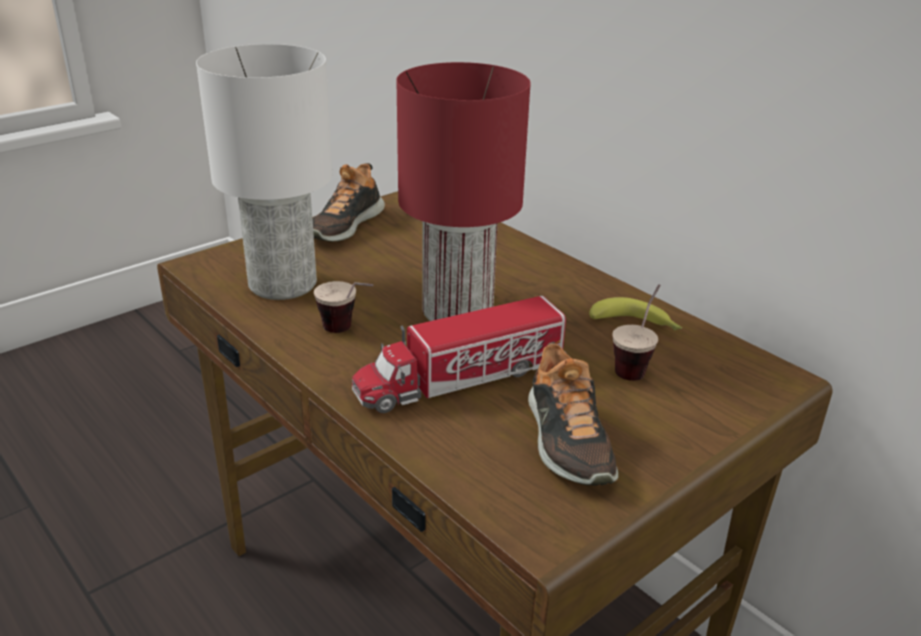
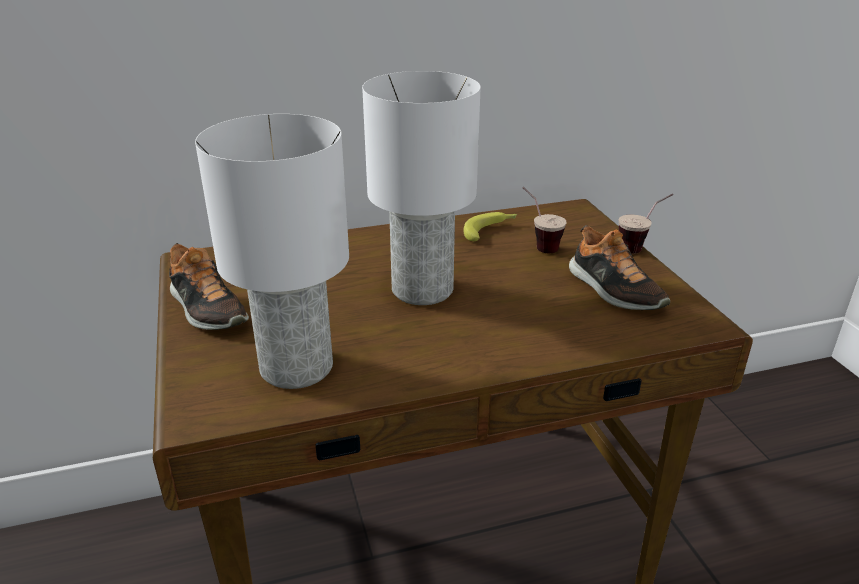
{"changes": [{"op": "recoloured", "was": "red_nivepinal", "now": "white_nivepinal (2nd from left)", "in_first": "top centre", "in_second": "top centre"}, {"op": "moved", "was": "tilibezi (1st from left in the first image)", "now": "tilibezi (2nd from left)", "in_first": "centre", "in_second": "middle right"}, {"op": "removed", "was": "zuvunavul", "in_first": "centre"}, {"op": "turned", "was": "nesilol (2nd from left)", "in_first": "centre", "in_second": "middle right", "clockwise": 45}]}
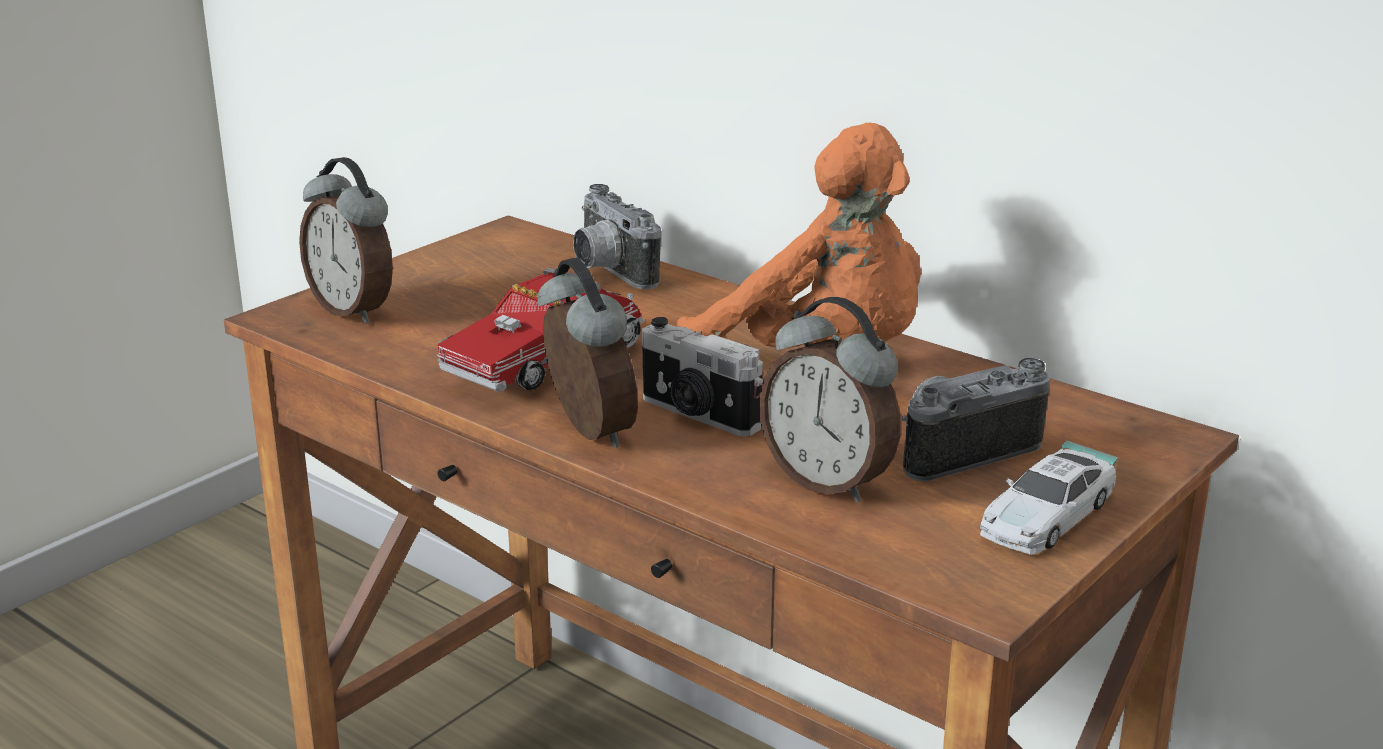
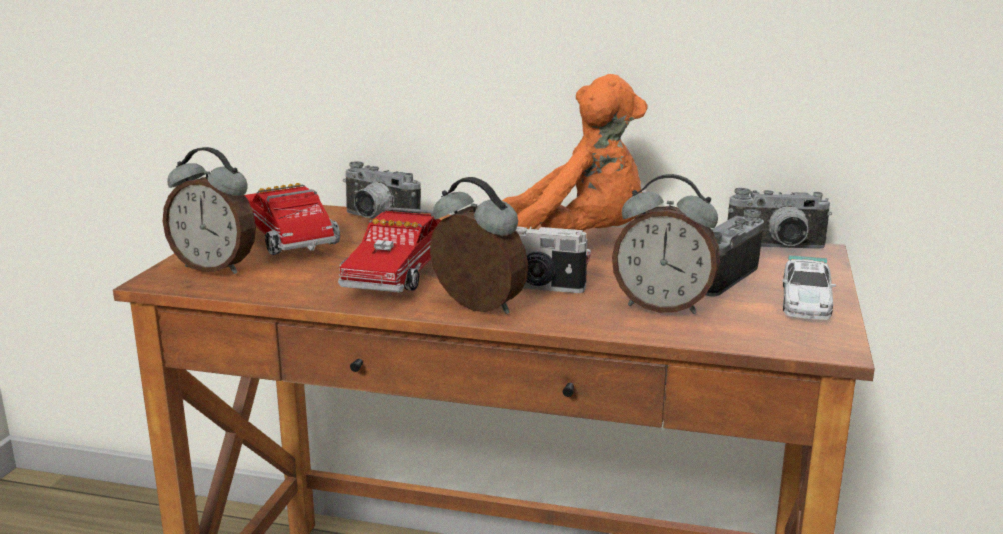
{"changes": [{"op": "added", "now": "zuvunavul (1st from left)", "in_second": "middle left"}, {"op": "added", "now": "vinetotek (4th from left)", "in_second": "middle right"}]}
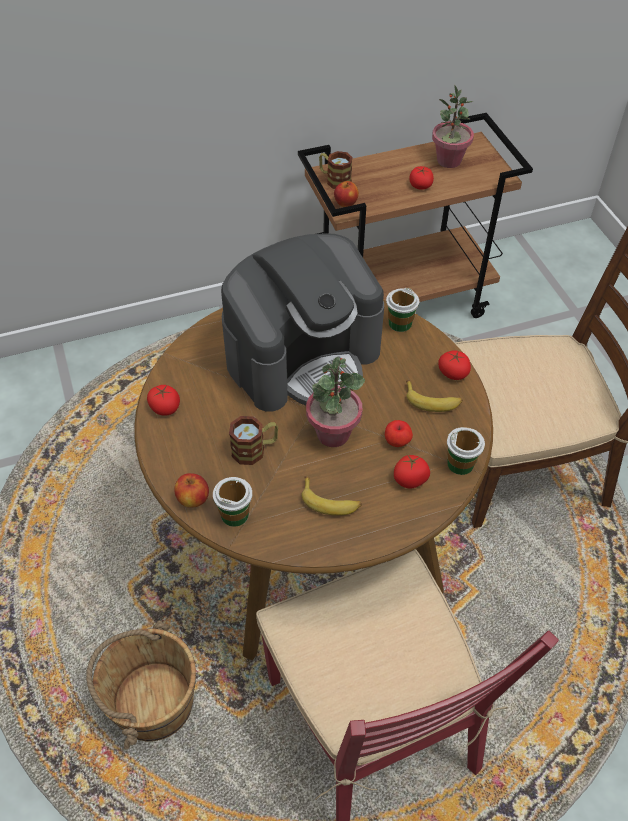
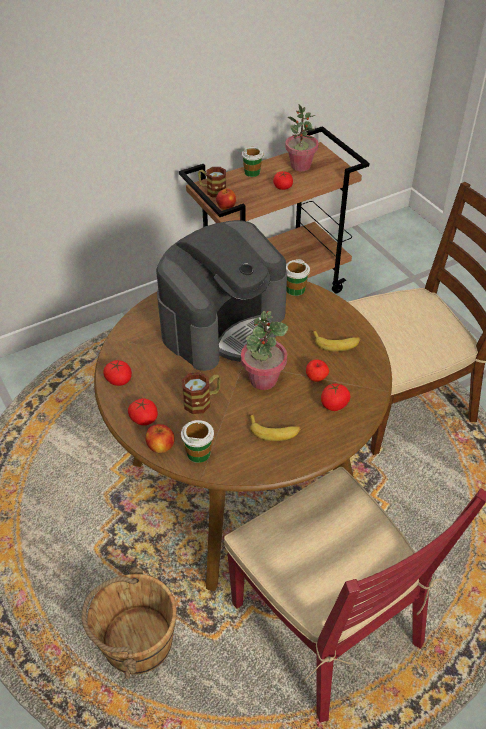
{"changes": [{"op": "moved", "was": "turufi (4th from left in the first image)", "now": "turufi (2nd from left)", "in_first": "middle right", "in_second": "middle left"}, {"op": "moved", "was": "tilibezi (3rd from left in the first image)", "now": "tilibezi (2nd from left)", "in_first": "middle right", "in_second": "top centre"}]}
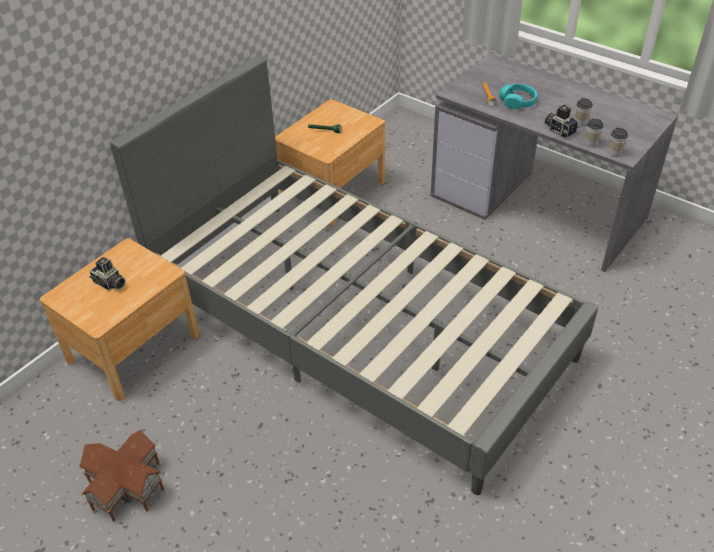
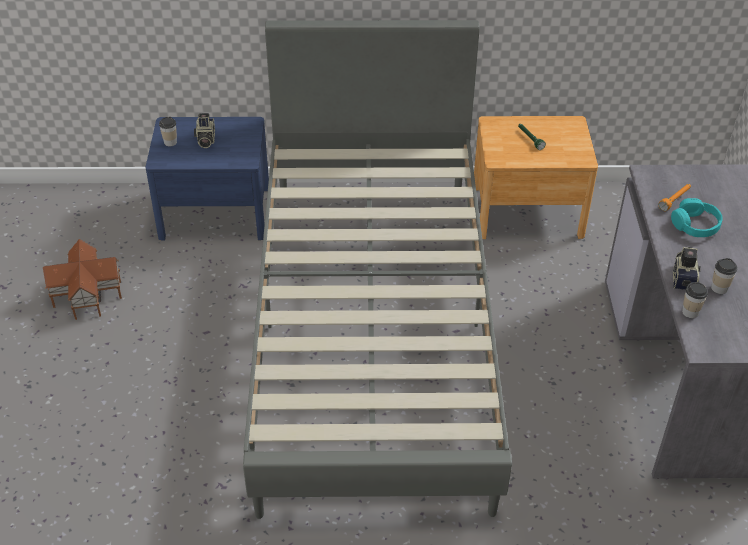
{"changes": [{"op": "moved", "was": "tilibezi (3rd from left in the first image)", "now": "tilibezi (1st from left)", "in_first": "top right", "in_second": "top left"}, {"op": "recoloured", "was": "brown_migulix (1st from left)", "now": "blue_migulix", "in_first": "middle left", "in_second": "top left"}]}
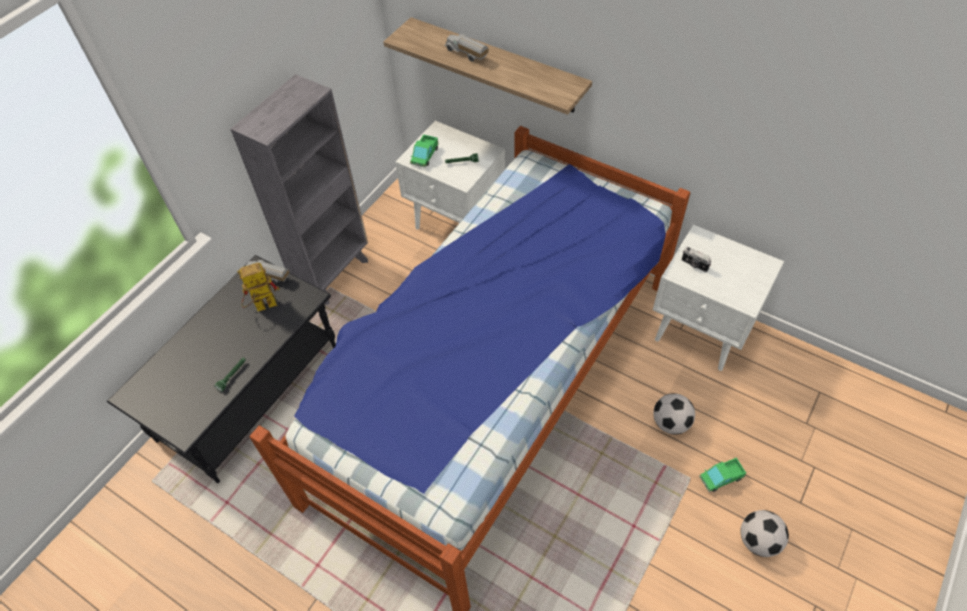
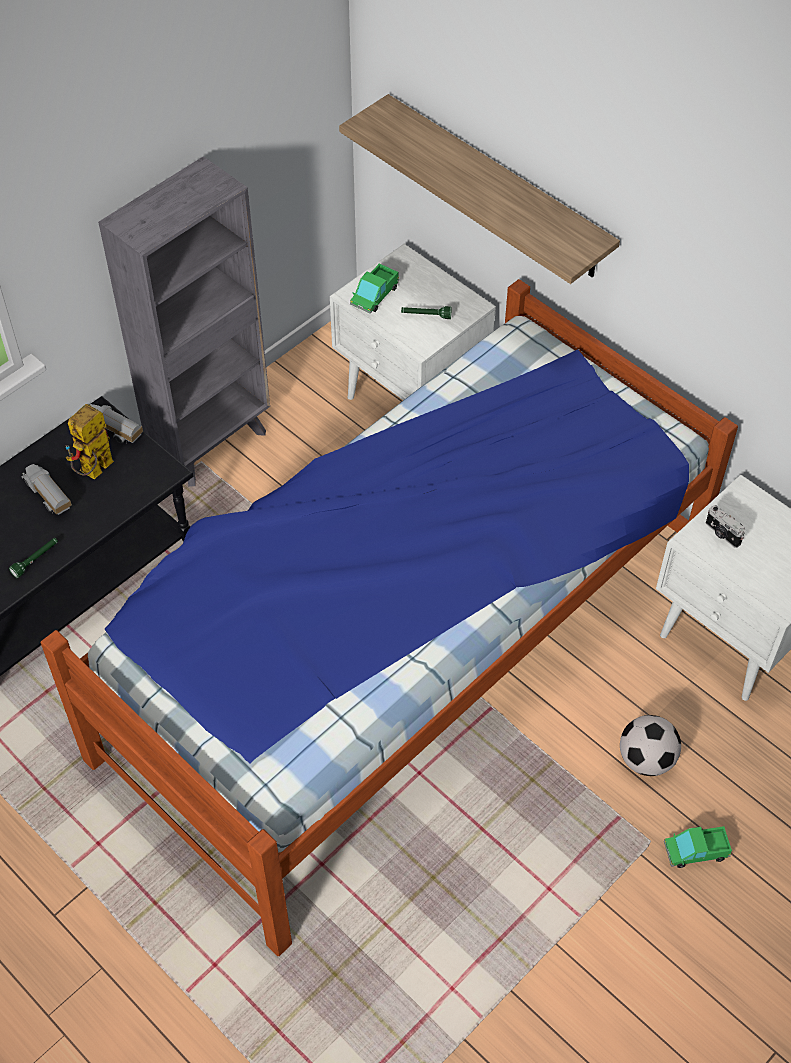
{"changes": [{"op": "moved", "was": "zuvunavul (3rd from left in the first image)", "now": "zuvunavul (1st from left)", "in_first": "top centre", "in_second": "middle left"}, {"op": "turned", "was": "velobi", "in_first": "middle left", "in_second": "middle left", "clockwise": -45}, {"op": "removed", "was": "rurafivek (2nd from left)", "in_first": "bottom right"}]}
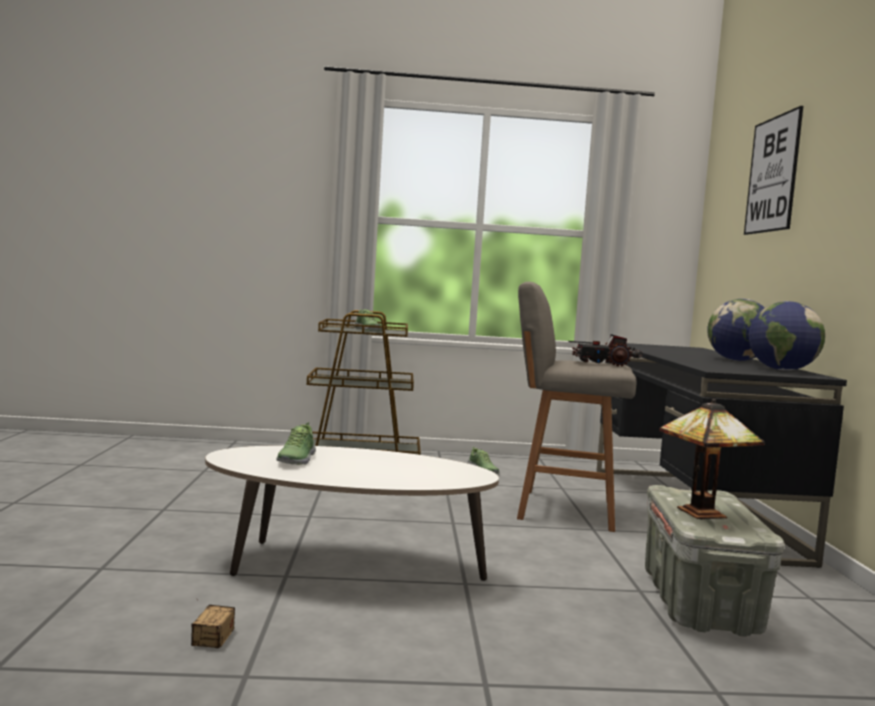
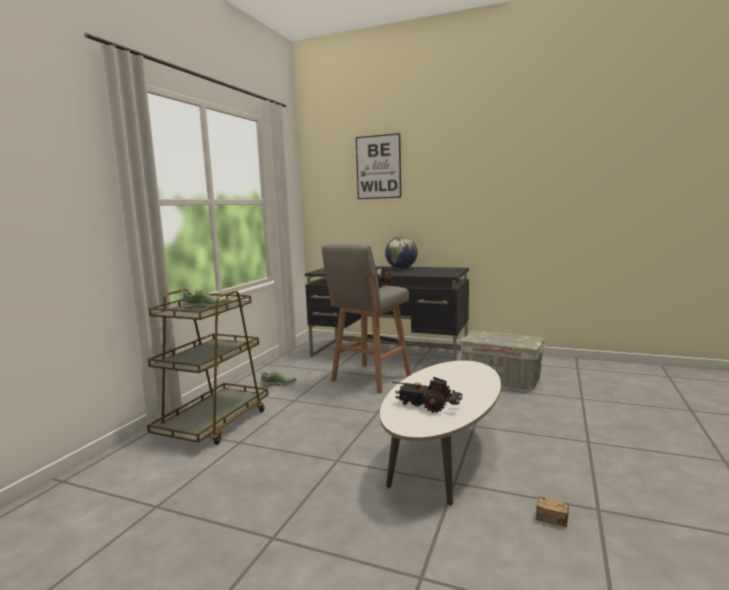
{"changes": [{"op": "removed", "was": "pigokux (2nd from left)", "in_first": "middle right"}, {"op": "removed", "was": "nivepinal", "in_first": "middle right"}, {"op": "replaced", "was": "nesilol (1st from left)", "now": "zuvunavul (2nd from left)", "in_first": "centre", "in_second": "bottom centre"}]}
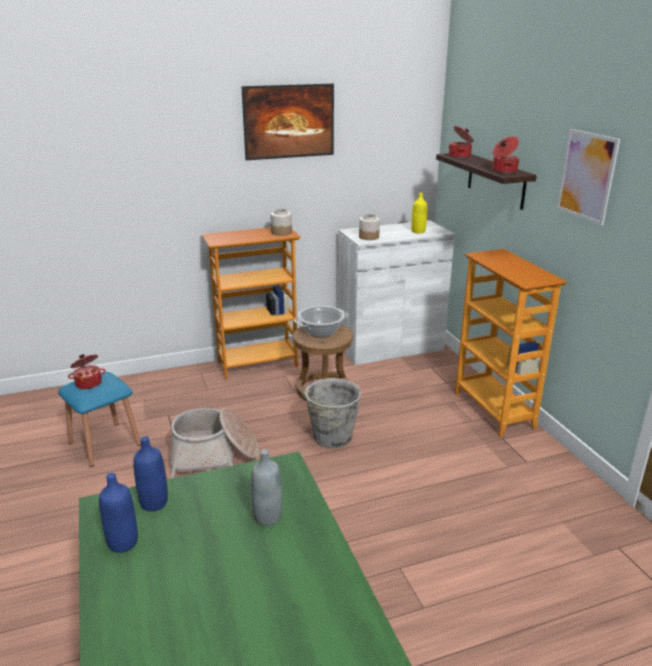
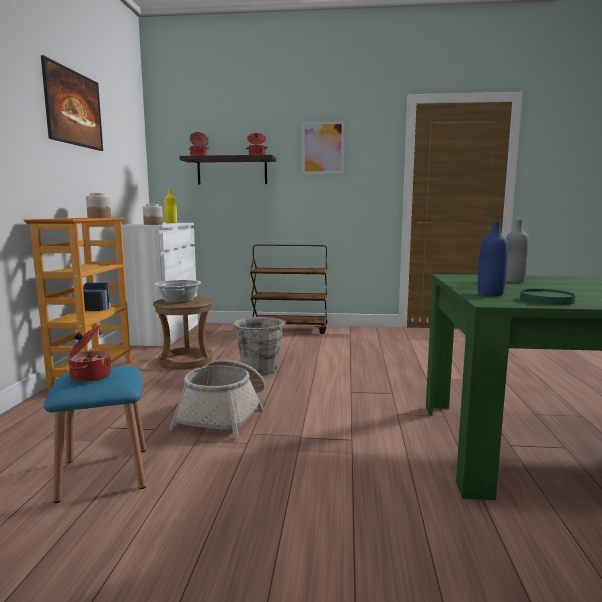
{"changes": [{"op": "replaced", "was": "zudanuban (2nd from left)", "now": "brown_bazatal", "in_first": "middle right", "in_second": "centre"}, {"op": "replaced", "was": "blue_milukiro (1st from left)", "now": "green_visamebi", "in_first": "bottom left", "in_second": "middle right"}]}
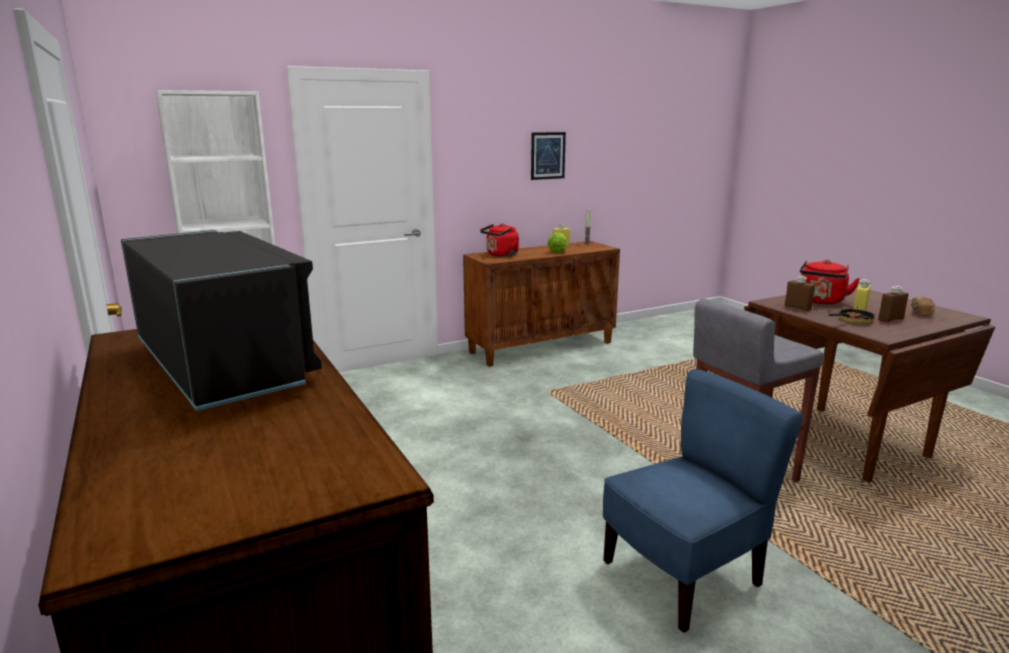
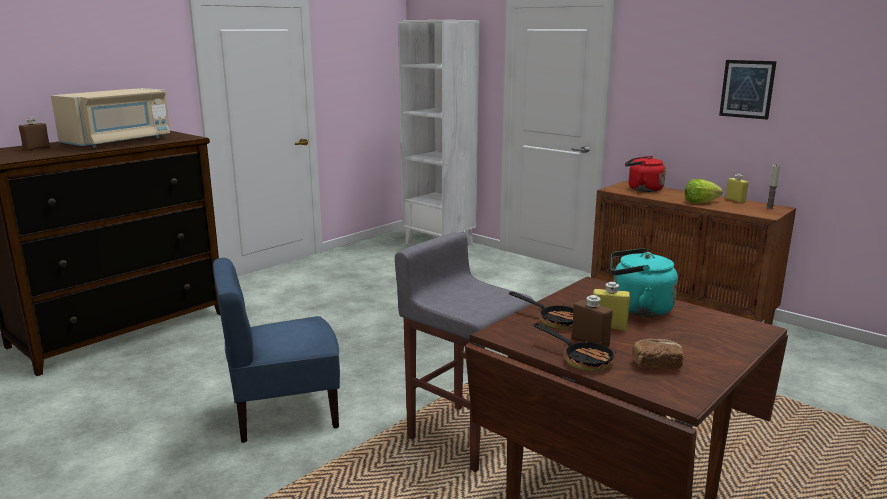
{"changes": [{"op": "recoloured", "was": "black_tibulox", "now": "beige_tibulox", "in_first": "middle left", "in_second": "top left"}, {"op": "recoloured", "was": "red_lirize (2nd from left)", "now": "turquoise_lirize", "in_first": "middle right", "in_second": "middle right"}, {"op": "moved", "was": "brown_milukiro (1st from left)", "in_first": "middle right", "in_second": "top left"}, {"op": "turned", "was": "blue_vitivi", "in_first": "bottom right", "in_second": "bottom left", "clockwise": 120}, {"op": "added", "now": "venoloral (2nd from left)", "in_second": "bottom centre"}]}
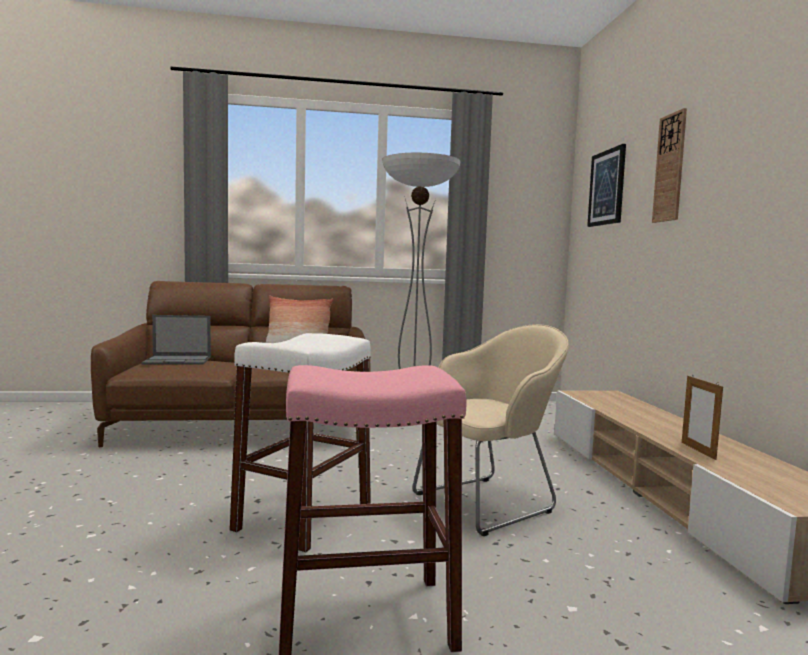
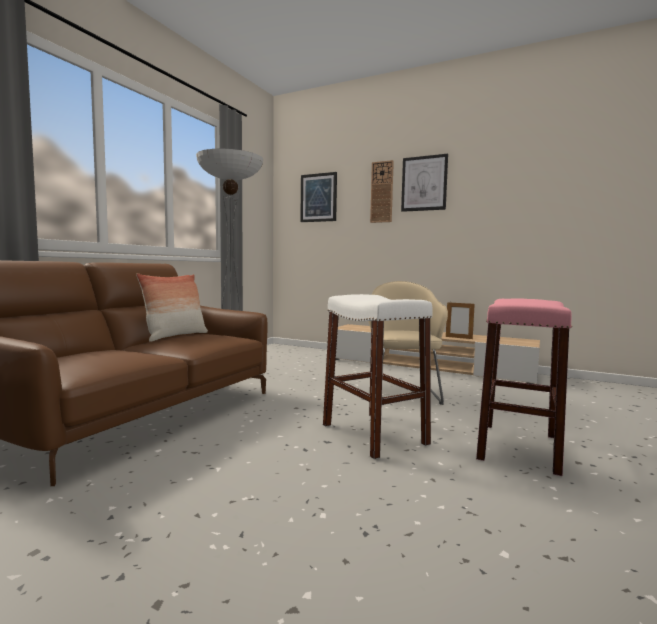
{"changes": [{"op": "removed", "was": "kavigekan", "in_first": "middle left"}, {"op": "added", "now": "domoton (2nd from left)", "in_second": "top centre"}]}
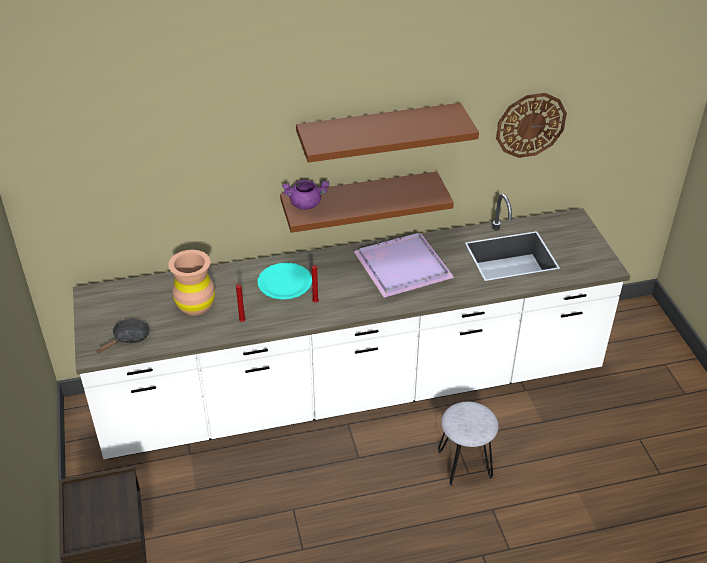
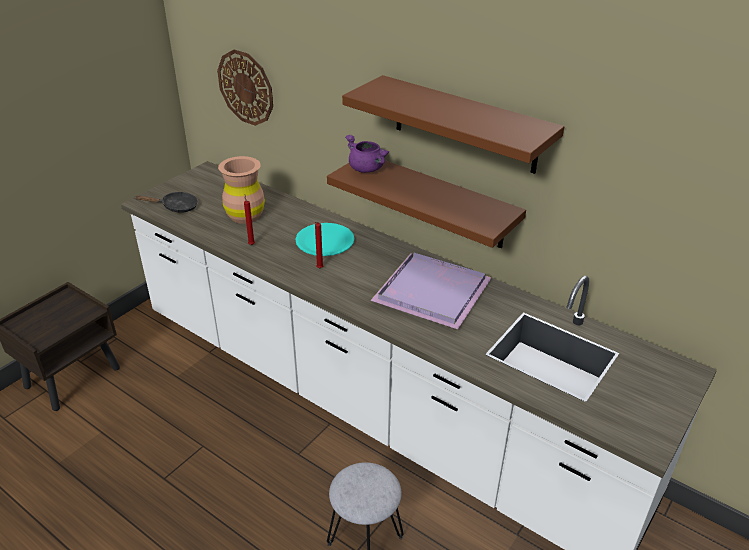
{"changes": [{"op": "moved", "was": "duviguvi", "in_first": "top right", "in_second": "top left"}]}
